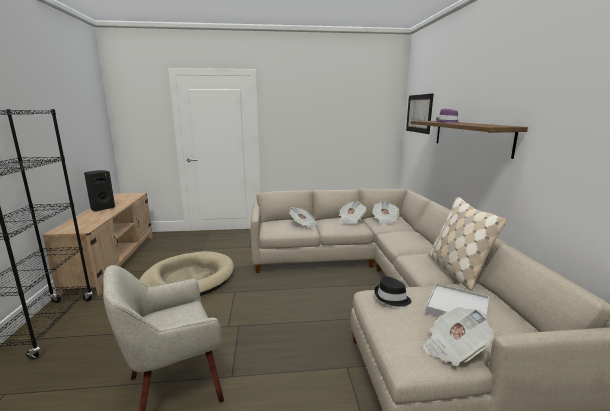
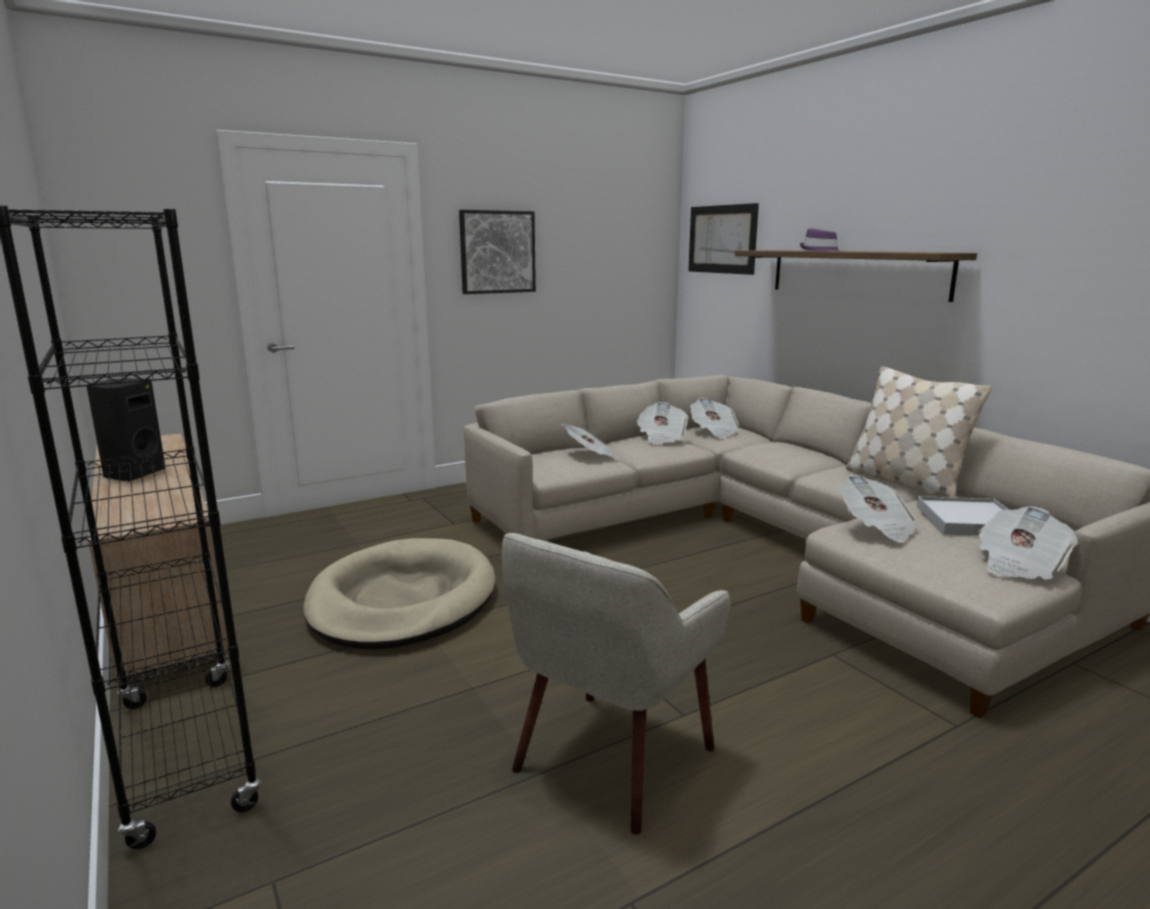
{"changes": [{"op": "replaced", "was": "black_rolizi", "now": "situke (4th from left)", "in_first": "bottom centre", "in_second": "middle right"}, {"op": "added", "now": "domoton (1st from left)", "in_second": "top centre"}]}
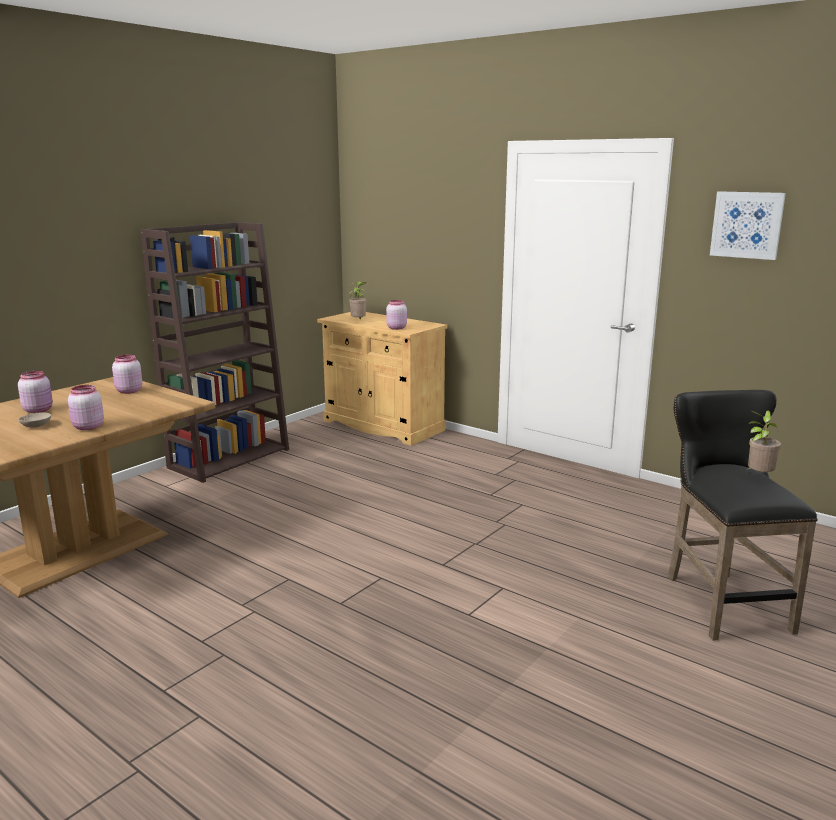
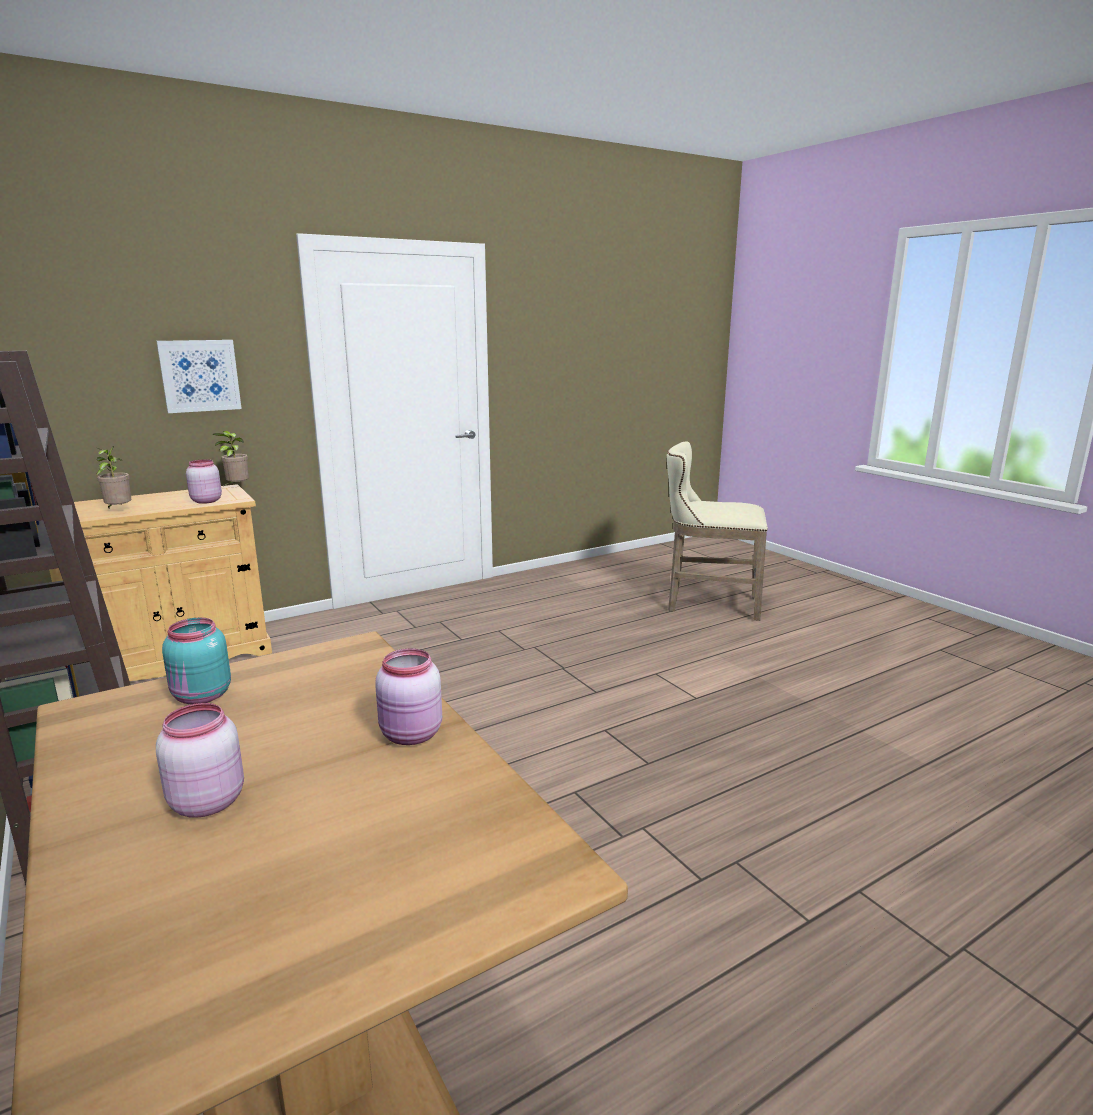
{"changes": [{"op": "moved", "was": "domoton", "in_first": "top right", "in_second": "middle left"}, {"op": "recoloured", "was": "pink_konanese (3rd from left)", "now": "turquoise_konanese", "in_first": "middle left", "in_second": "middle left"}, {"op": "recoloured", "was": "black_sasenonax", "now": "beige_sasenonax", "in_first": "middle right", "in_second": "centre"}, {"op": "moved", "was": "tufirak (2nd from left)", "in_first": "middle right", "in_second": "middle left"}, {"op": "removed", "was": "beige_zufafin", "in_first": "middle left"}]}
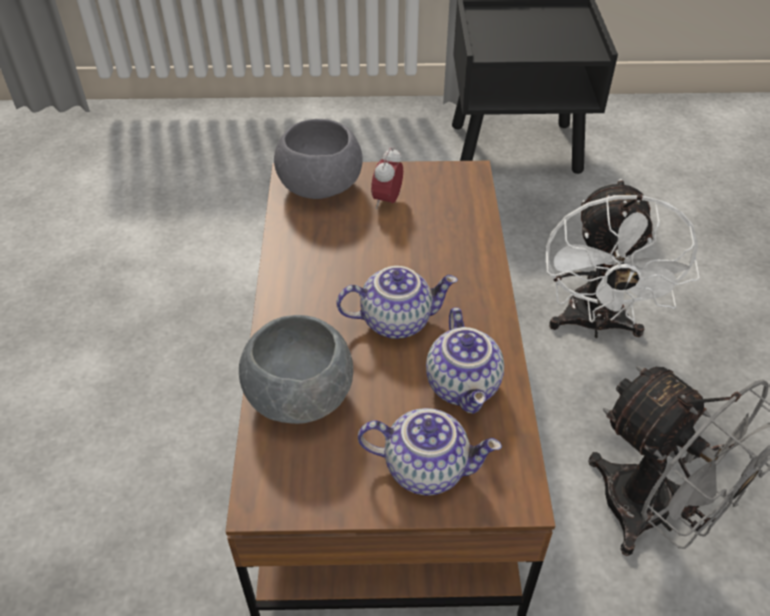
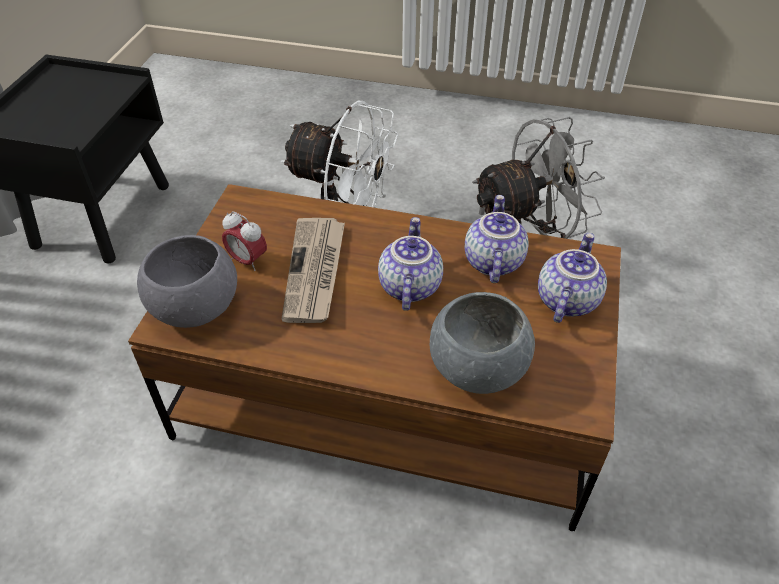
{"changes": [{"op": "turned", "was": "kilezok (3rd from left in the first image)", "in_first": "centre", "in_second": "centre", "clockwise": -90}, {"op": "added", "now": "situke", "in_second": "centre"}]}
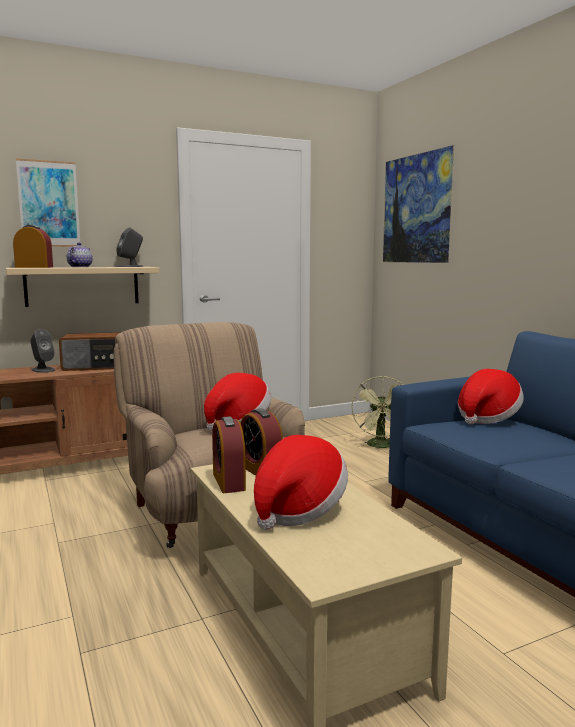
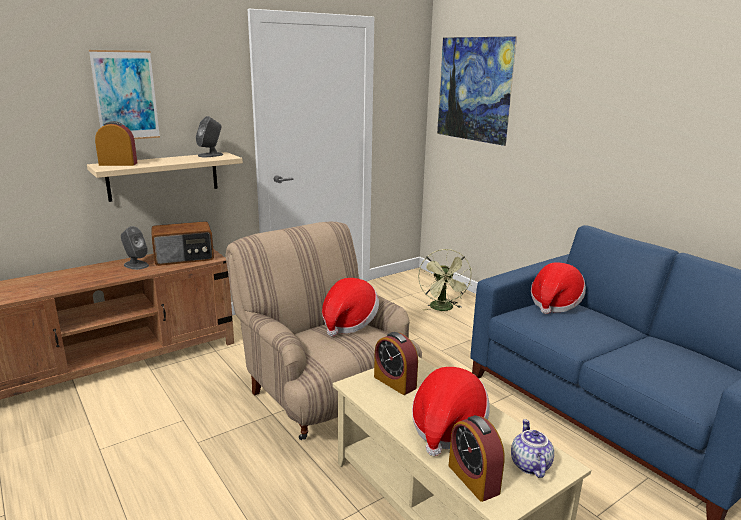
{"changes": [{"op": "moved", "was": "kilezok", "in_first": "middle left", "in_second": "bottom right"}, {"op": "moved", "was": "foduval (2nd from left in the first image)", "now": "foduval (3rd from left)", "in_first": "centre", "in_second": "bottom centre"}]}
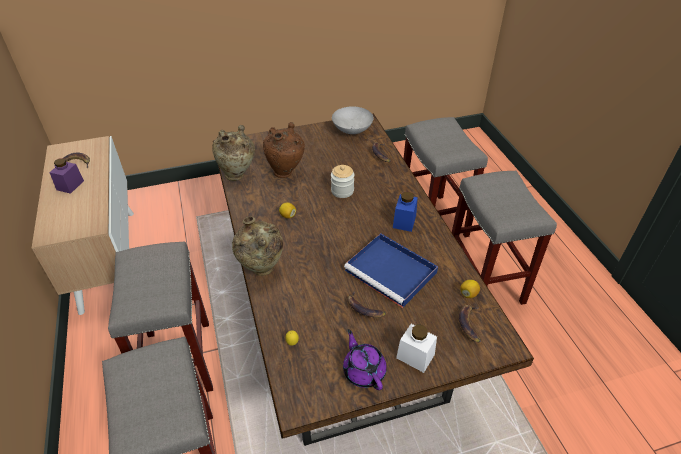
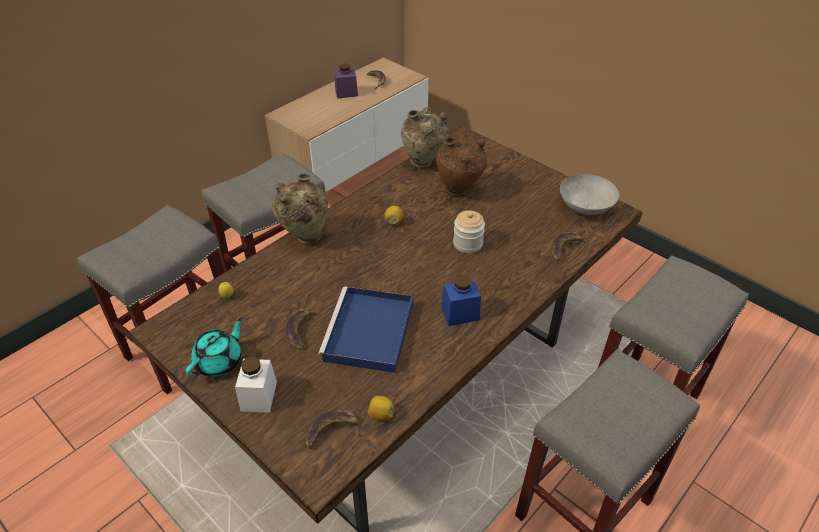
{"changes": [{"op": "recoloured", "was": "purple_kilezok", "now": "turquoise_kilezok", "in_first": "bottom centre", "in_second": "middle left"}]}
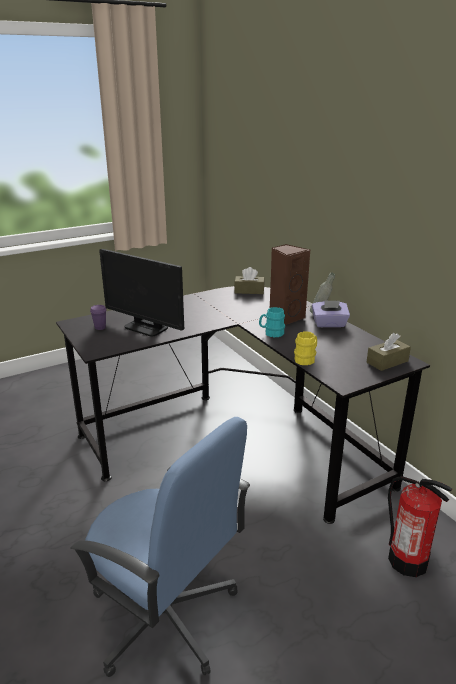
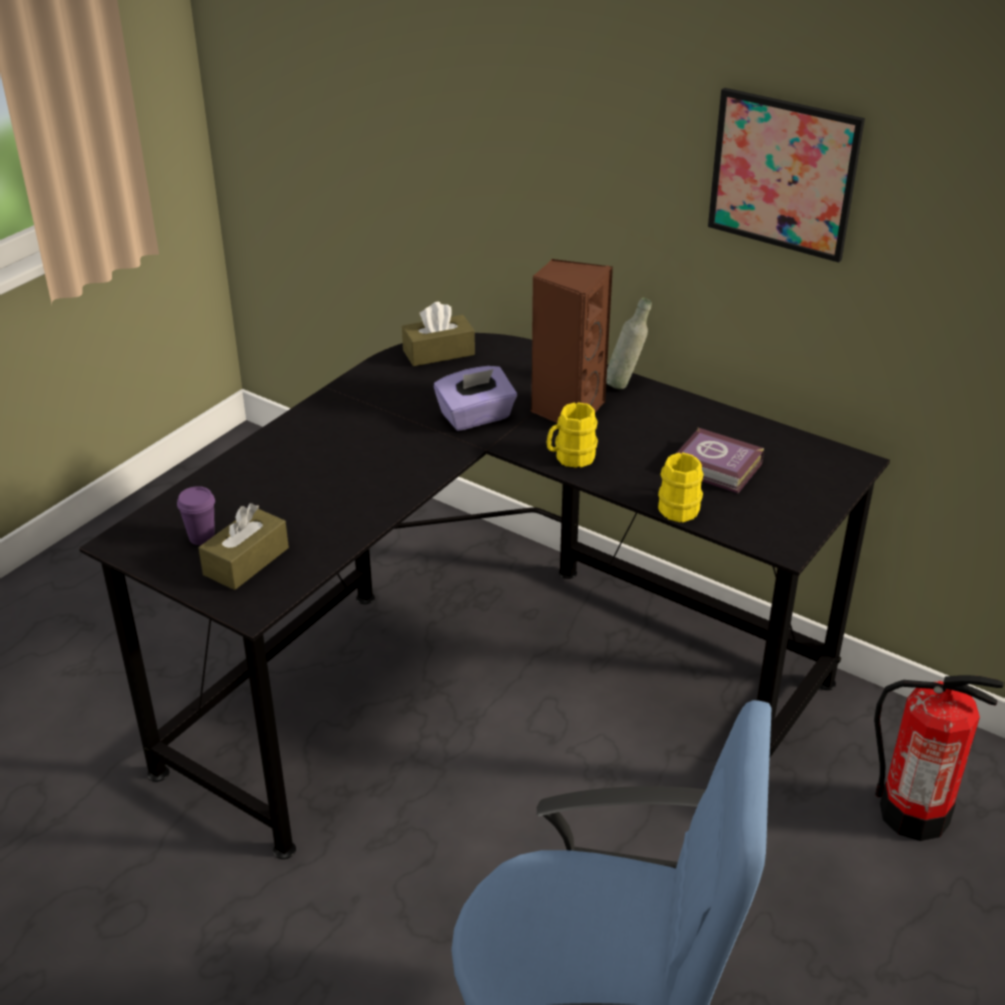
{"changes": [{"op": "removed", "was": "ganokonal", "in_first": "middle left"}, {"op": "moved", "was": "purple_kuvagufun", "in_first": "middle right", "in_second": "centre"}, {"op": "recoloured", "was": "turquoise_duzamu", "now": "yellow_duzamu (1st from left)", "in_first": "centre", "in_second": "centre"}, {"op": "moved", "was": "brown_kuvagufun (2nd from left in the first image)", "now": "brown_kuvagufun (1st from left)", "in_first": "middle right", "in_second": "middle left"}, {"op": "added", "now": "domoton", "in_second": "top right"}, {"op": "added", "now": "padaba", "in_second": "middle right"}]}
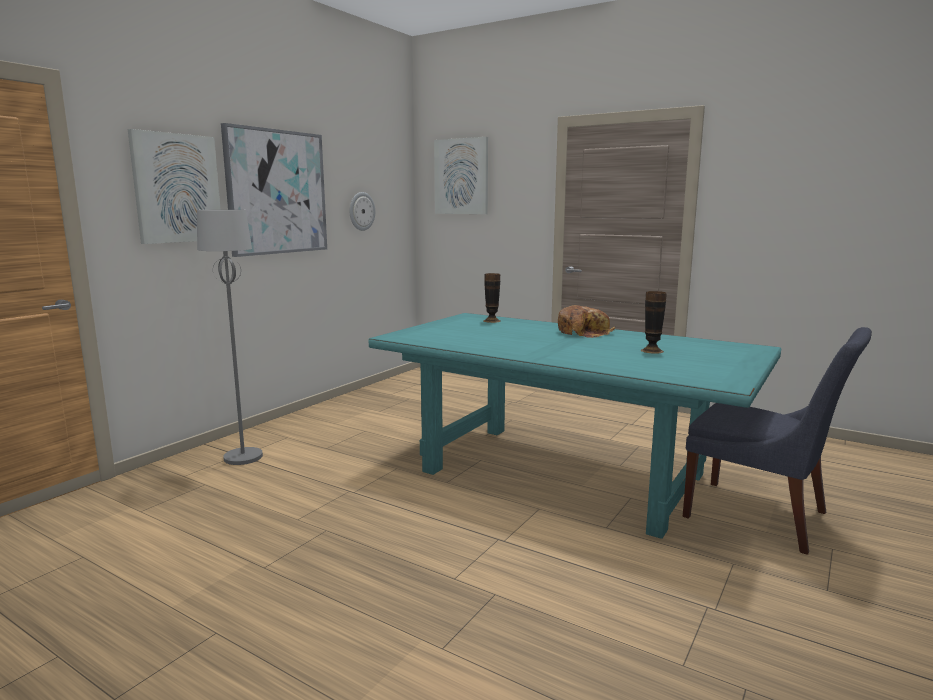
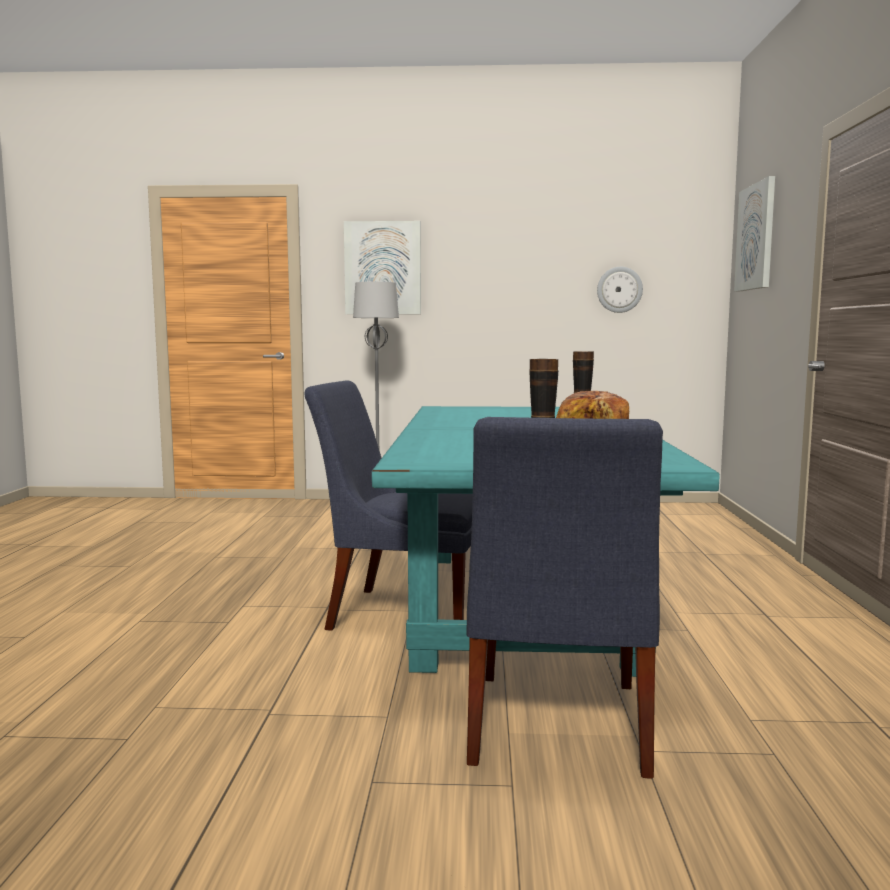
{"changes": [{"op": "removed", "was": "domoton (2nd from left)", "in_first": "top left"}, {"op": "added", "now": "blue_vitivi (1st from left)", "in_second": "centre"}]}
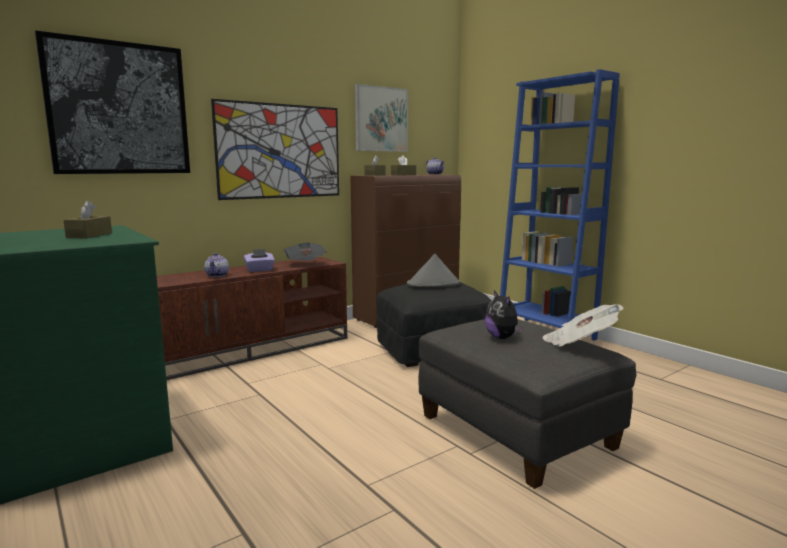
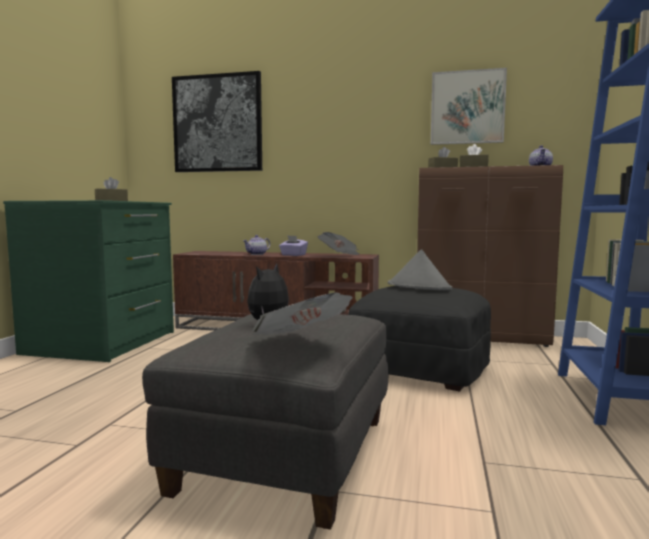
{"changes": [{"op": "removed", "was": "domoton (2nd from left)", "in_first": "top centre"}]}
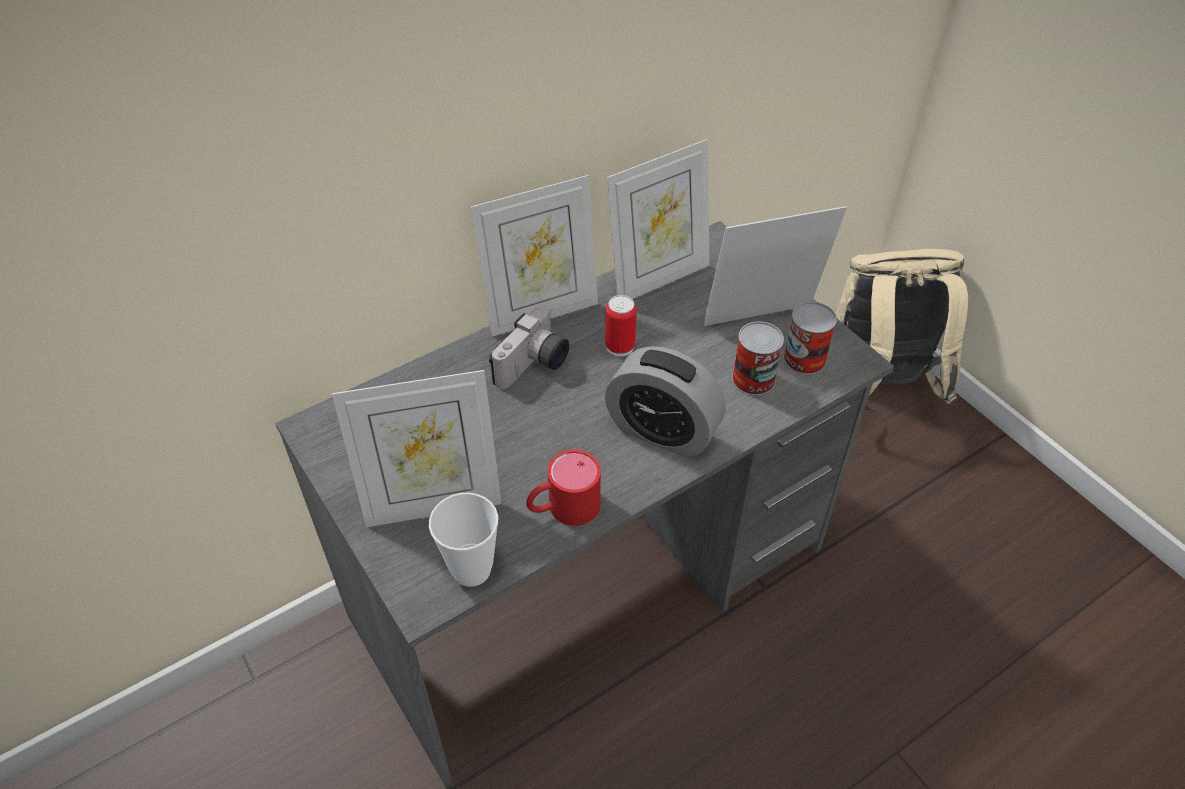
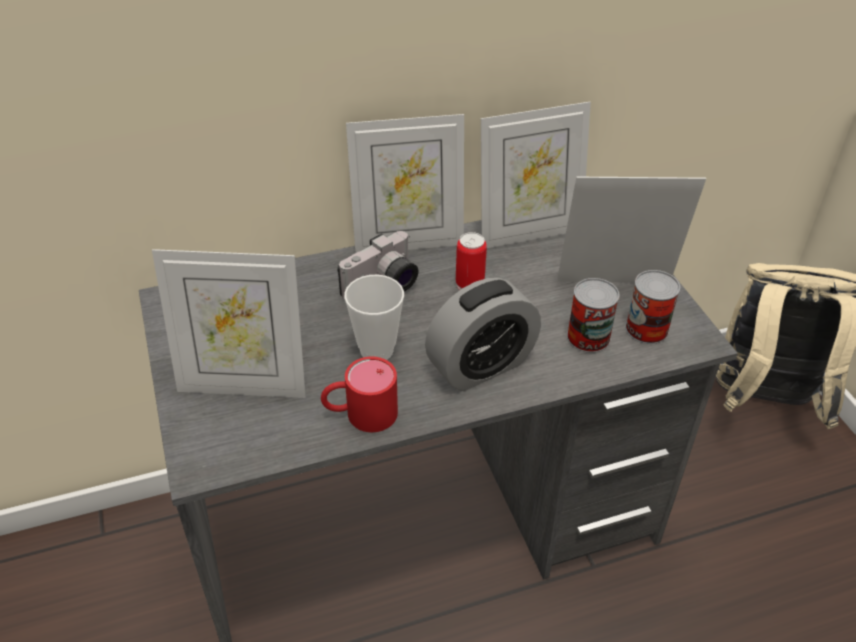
{"changes": [{"op": "turned", "was": "foduval", "in_first": "centre", "in_second": "centre", "clockwise": -75}, {"op": "moved", "was": "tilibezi", "in_first": "bottom centre", "in_second": "centre"}]}
